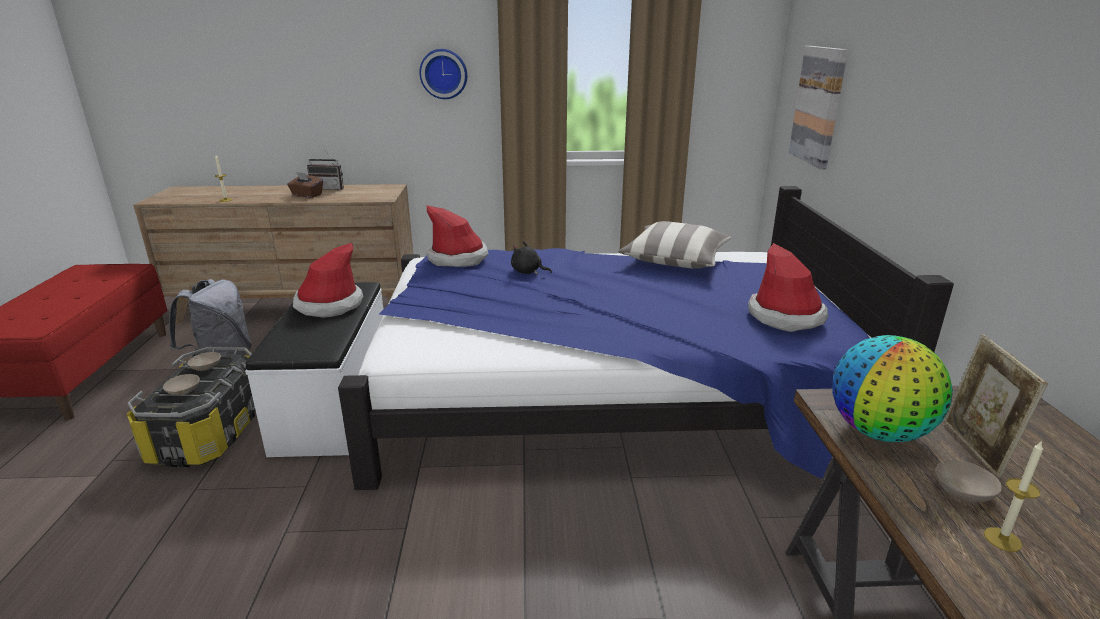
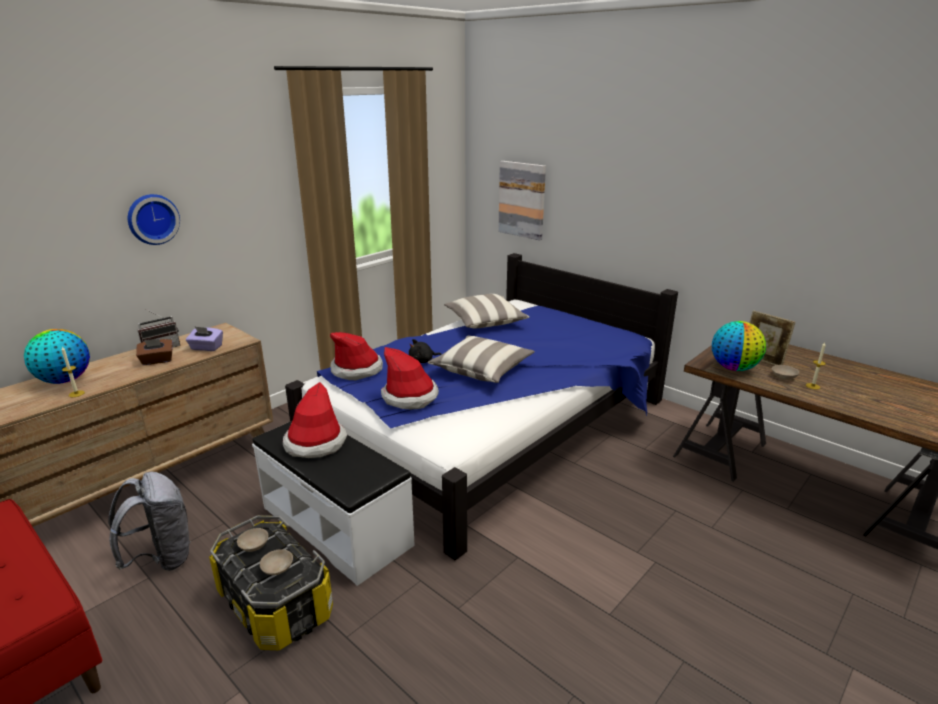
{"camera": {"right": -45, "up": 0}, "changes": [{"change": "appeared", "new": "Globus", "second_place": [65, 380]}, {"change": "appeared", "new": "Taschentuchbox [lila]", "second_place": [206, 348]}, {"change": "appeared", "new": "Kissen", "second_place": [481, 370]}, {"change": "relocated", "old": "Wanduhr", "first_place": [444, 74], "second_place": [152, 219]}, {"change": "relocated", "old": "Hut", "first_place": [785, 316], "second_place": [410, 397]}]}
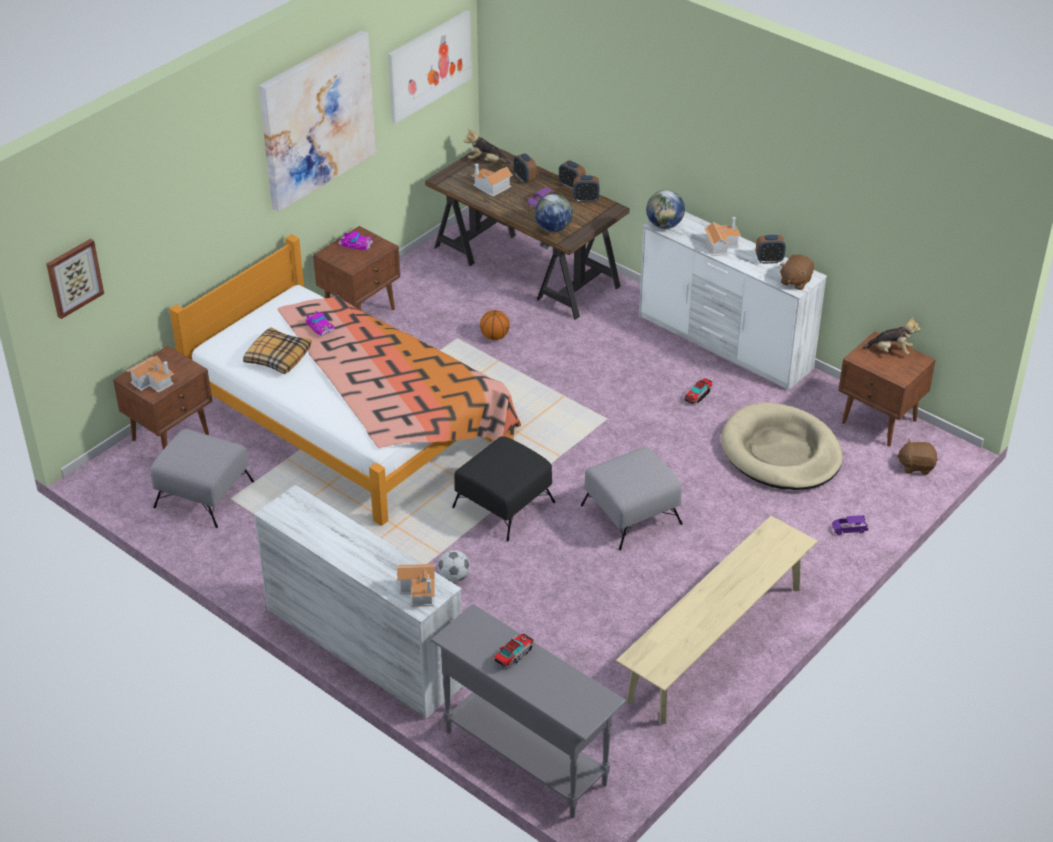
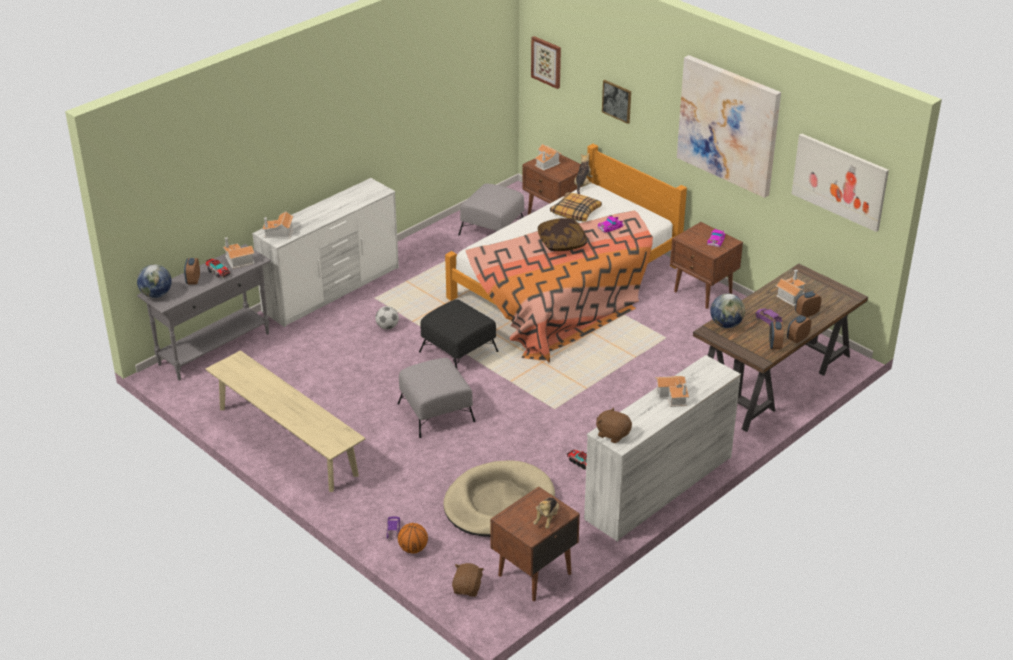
{"camera": {"right": 95, "up": -5}, "changes": [{"change": "appeared", "new": "Spielzeughaus", "second_place": [237, 260]}, {"change": "appeared", "new": "Kissen", "second_place": [562, 243]}, {"change": "appeared", "new": "Bild", "second_place": [617, 101]}, {"change": "relocated", "old": "Plüschtier", "first_place": [486, 161], "second_place": [582, 185]}, {"change": "relocated", "old": "Basketball", "first_place": [495, 337], "second_place": [413, 549]}, {"change": "relocated", "old": "Globus", "first_place": [664, 225], "second_place": [156, 295]}, {"change": "relocated", "old": "Wecker", "first_place": [769, 260], "second_place": [193, 280]}]}
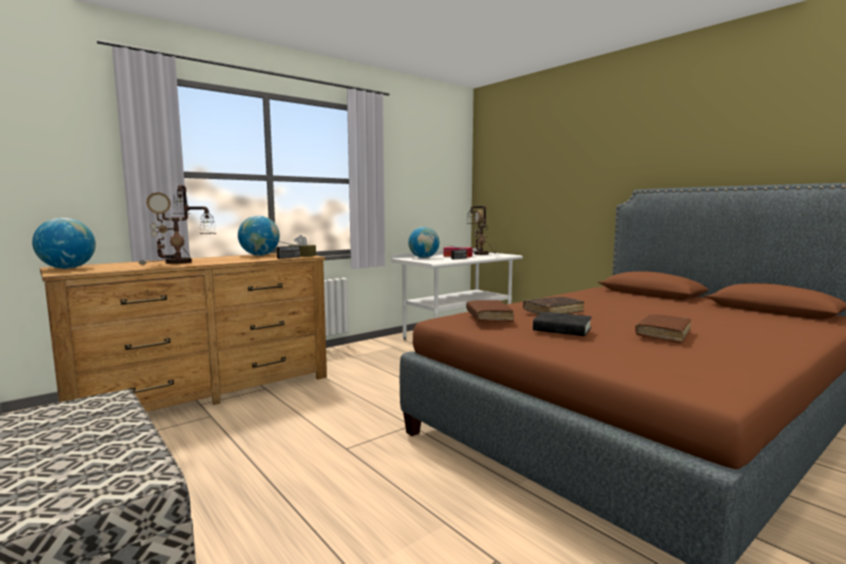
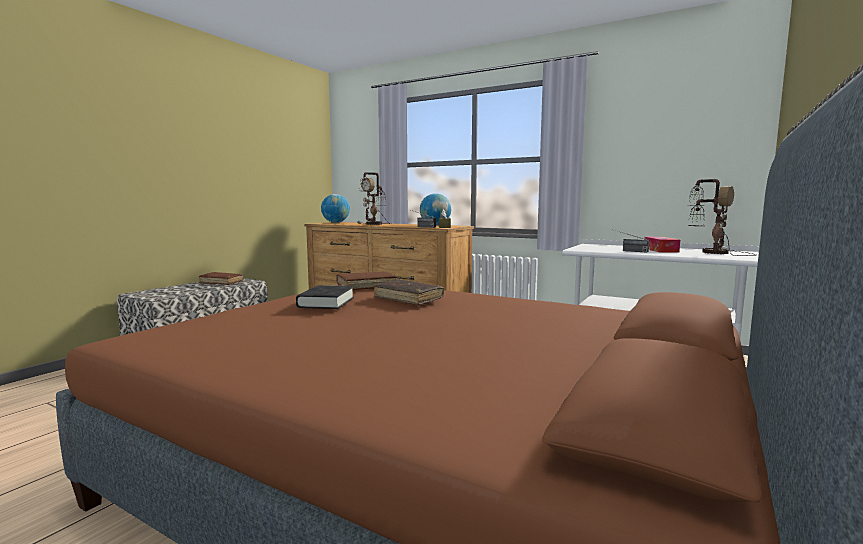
{"camera": {"right": 70, "up": 0}, "changes": [{"change": "missing", "old": "Globus", "first_place": [423, 257]}, {"change": "relocated", "old": "Buch [braun]", "first_place": [663, 334], "second_place": [221, 282]}]}
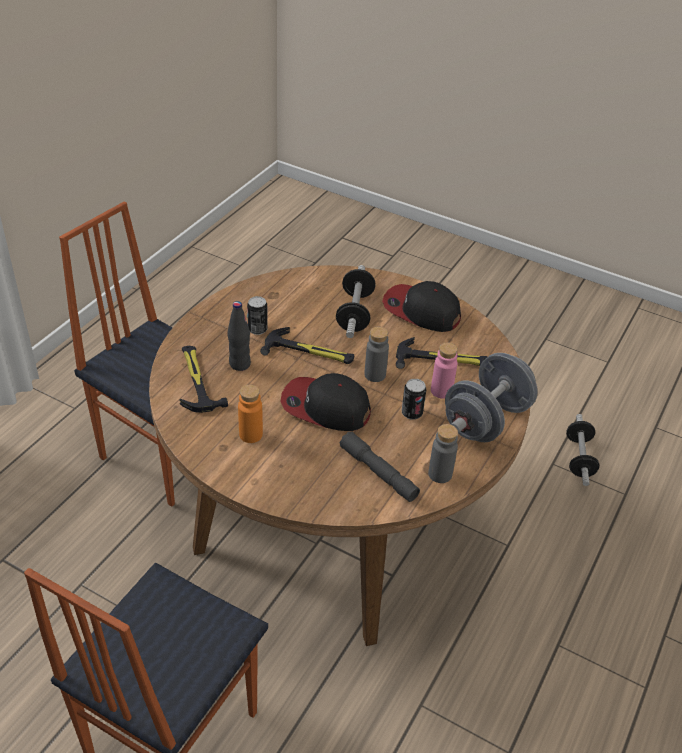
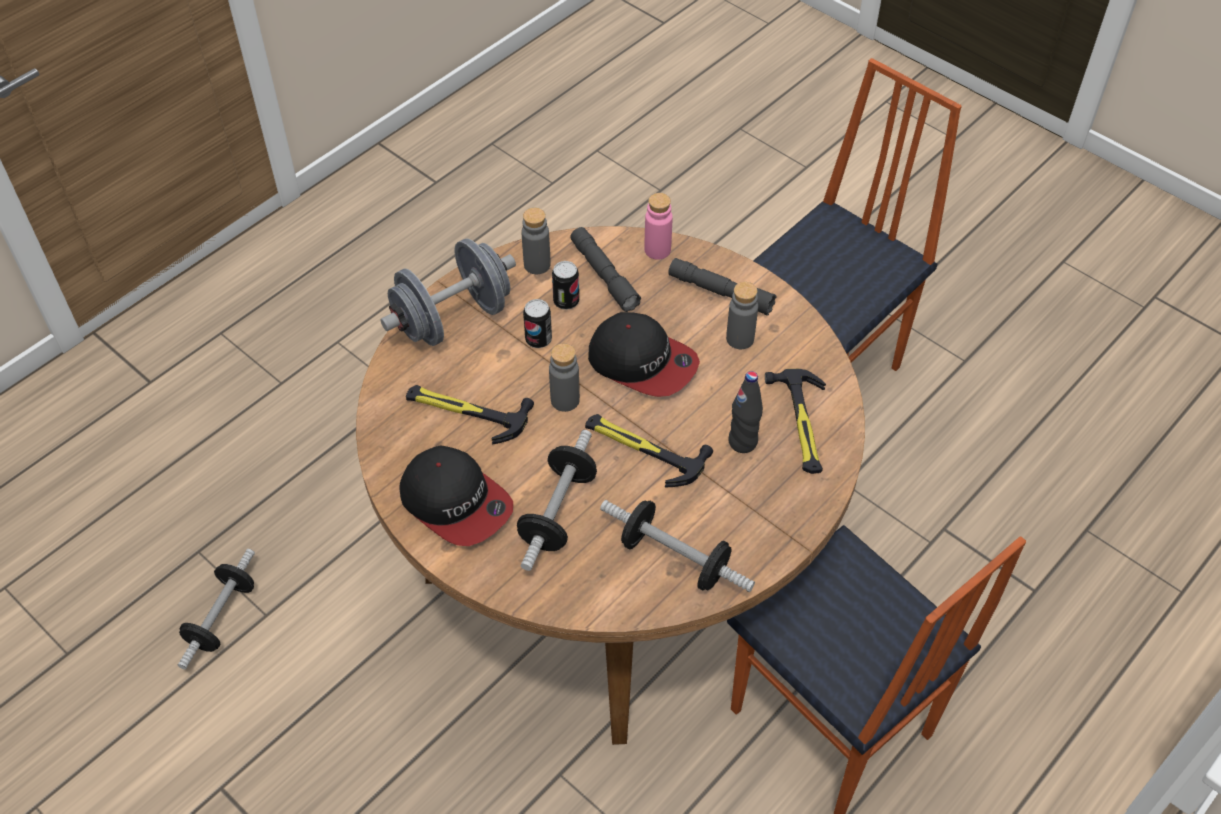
{"camera": {"right": -165, "up": 10}, "changes": [{"change": "appeared", "new": "Hantel", "second_place": [675, 559]}, {"change": "appeared", "new": "Taschenlampe [grau]", "second_place": [720, 293]}, {"change": "relocated", "old": "Dose", "first_place": [257, 329], "second_place": [566, 301]}, {"change": "relocated", "old": "Flasche [rosa]", "first_place": [441, 391], "second_place": [657, 250]}, {"change": "colour", "old": "Flasche [orange]", "new": "Flasche [grau]", "first_place": [251, 434], "second_place": [740, 339]}]}
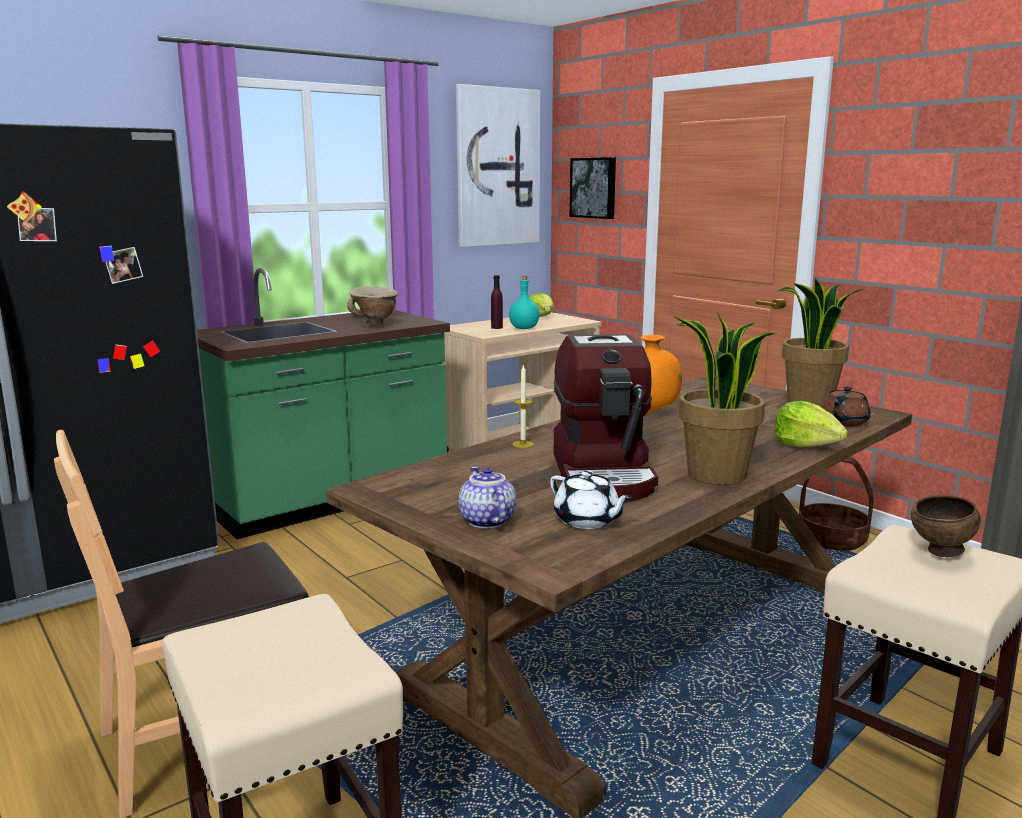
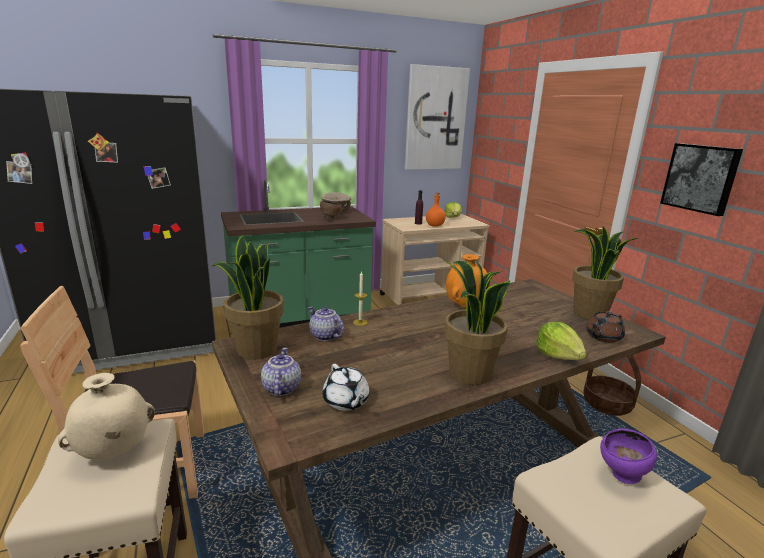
{"camera": {"right": 15, "up": 5}, "changes": [{"change": "missing", "old": "Kaffeemaschine", "first_place": [605, 474]}, {"change": "appeared", "new": "Vase [beige]", "second_place": [113, 452]}, {"change": "appeared", "new": "Topfpflanze", "second_place": [256, 349]}, {"change": "appeared", "new": "Teekanne", "second_place": [324, 336]}, {"change": "relocated", "old": "Bild", "first_place": [594, 188], "second_place": [701, 178]}, {"change": "colour", "old": "Flasche [türkis]", "new": "Flasche [orange]", "first_place": [524, 328], "second_place": [435, 226]}, {"change": "colour", "old": "Schüssel [braun]", "new": "Schüssel [lila]", "first_place": [941, 553], "second_place": [622, 476]}]}
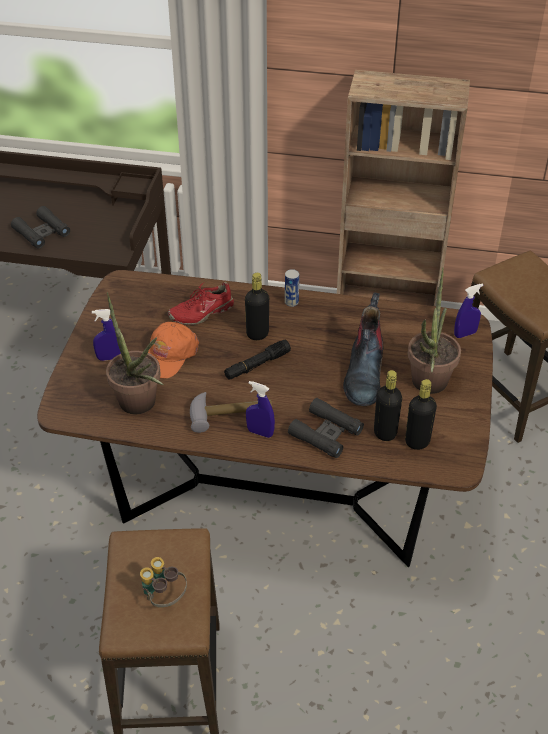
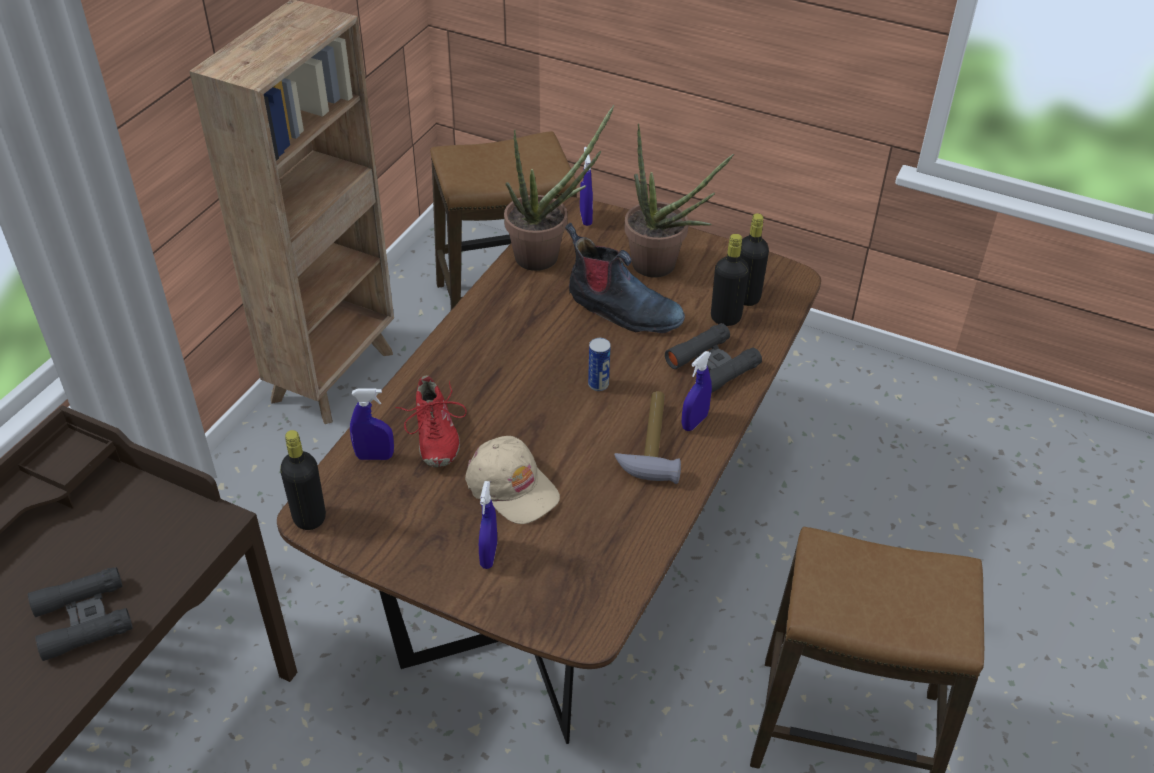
{"camera": {"right": -75, "up": 0}, "changes": [{"change": "missing", "old": "Fernglas", "first_place": [164, 598]}, {"change": "missing", "old": "Taschenlampe [schwarz]", "first_place": [257, 365]}, {"change": "appeared", "new": "Sprühflasche [blau]", "second_place": [375, 456]}, {"change": "relocated", "old": "Topfpflanze", "first_place": [141, 407], "second_place": [546, 255]}, {"change": "relocated", "old": "Flasche [schwarz]", "first_place": [257, 334], "second_place": [309, 518]}, {"change": "relocated", "old": "Dose", "first_place": [291, 302], "second_place": [598, 384]}, {"change": "colour", "old": "Kappe [orange]", "new": "Kappe [beige]", "first_place": [168, 355], "second_place": [512, 487]}]}
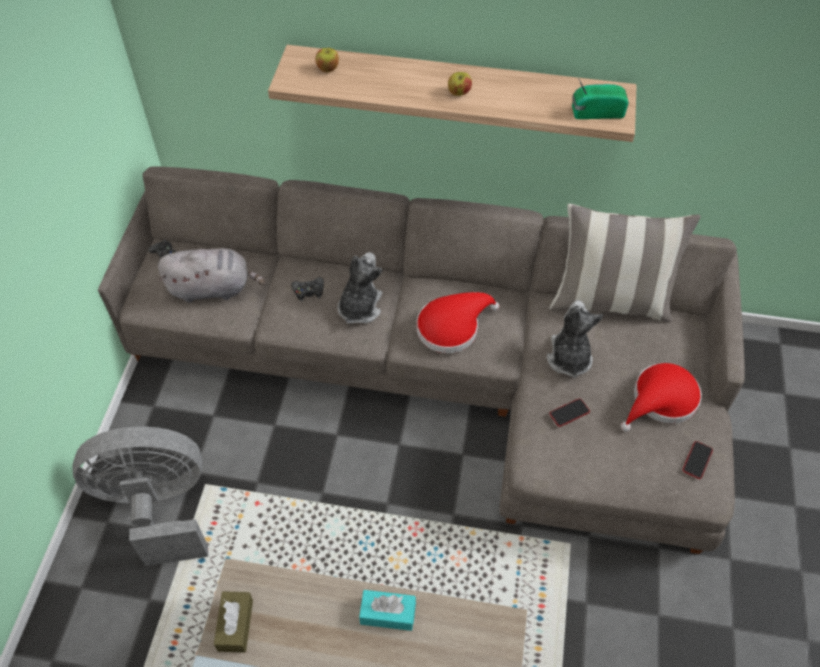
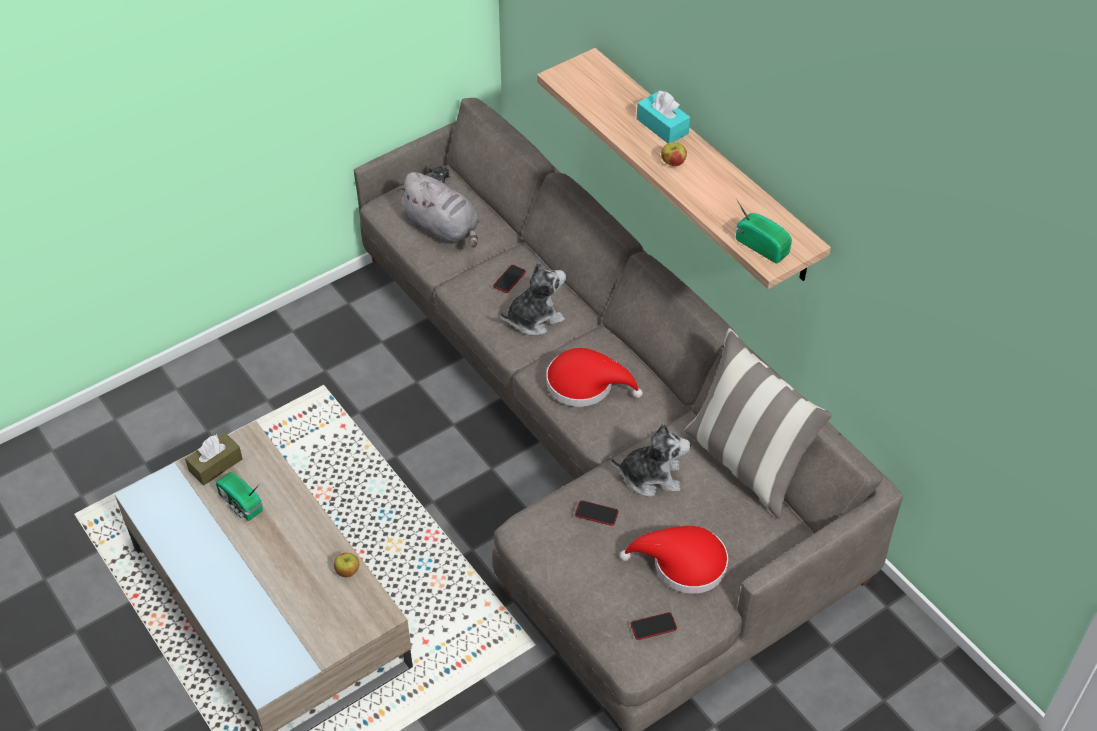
{"camera": {"right": 45, "up": -5}, "changes": [{"change": "missing", "old": "Ventilator [grau]", "first_place": [157, 507]}, {"change": "appeared", "new": "Radio", "second_place": [241, 504]}, {"change": "relocated", "old": "Apfel", "first_place": [327, 69], "second_place": [347, 571]}, {"change": "relocated", "old": "Taschentuchbox [türkis]", "first_place": [387, 613], "second_place": [662, 126]}, {"change": "exchanged", "old": "Gamepad [schwarz]", "new": "Handy", "first_place": [308, 291], "second_place": [509, 279]}, {"change": "spun", "old": "Plüschtier", "first_place": [568, 357], "second_place": [650, 476], "degrees": 45}]}
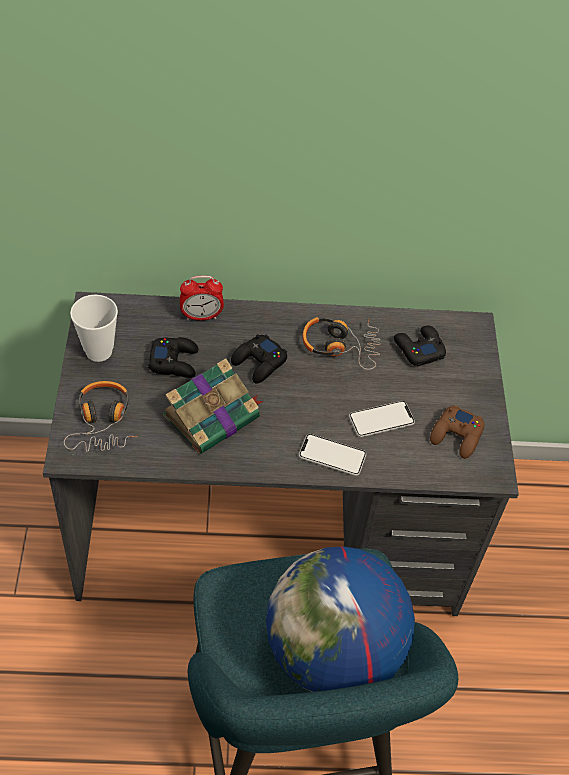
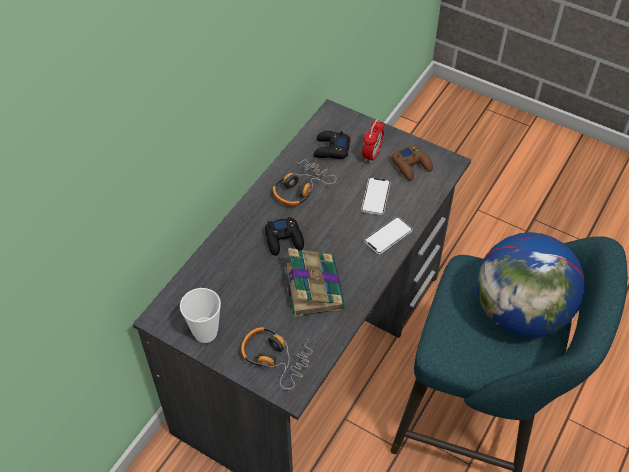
{"camera": {"right": -55, "up": 0}, "changes": [{"change": "missing", "old": "Gamepad [schwarz]", "first_place": [174, 361]}, {"change": "relocated", "old": "Wecker", "first_place": [201, 316], "second_place": [372, 155]}]}
